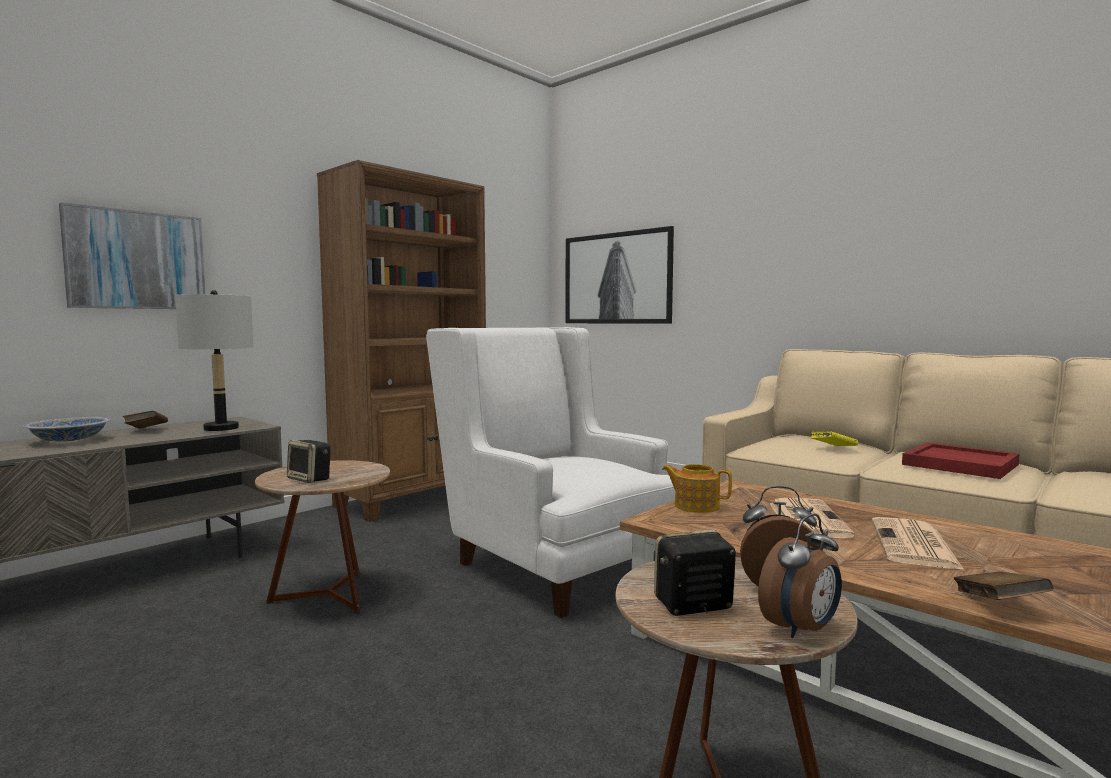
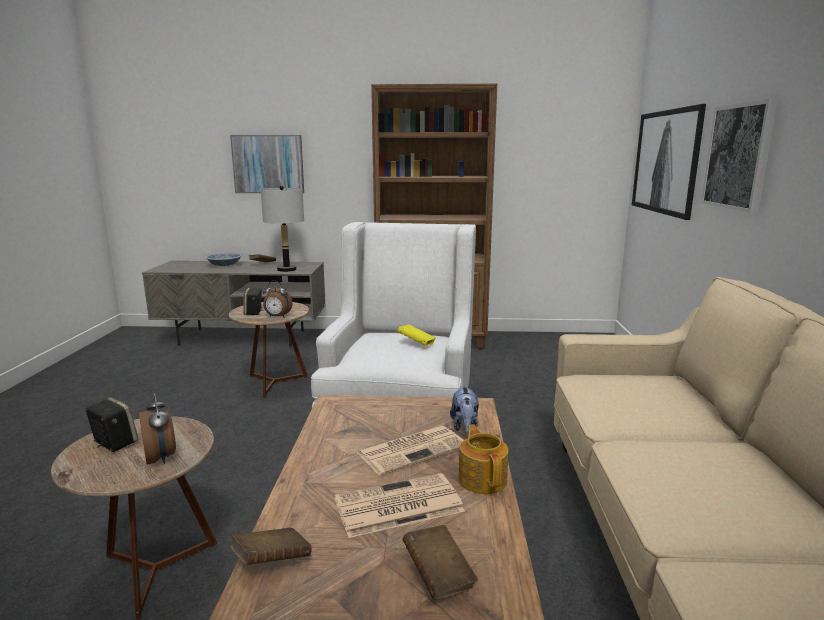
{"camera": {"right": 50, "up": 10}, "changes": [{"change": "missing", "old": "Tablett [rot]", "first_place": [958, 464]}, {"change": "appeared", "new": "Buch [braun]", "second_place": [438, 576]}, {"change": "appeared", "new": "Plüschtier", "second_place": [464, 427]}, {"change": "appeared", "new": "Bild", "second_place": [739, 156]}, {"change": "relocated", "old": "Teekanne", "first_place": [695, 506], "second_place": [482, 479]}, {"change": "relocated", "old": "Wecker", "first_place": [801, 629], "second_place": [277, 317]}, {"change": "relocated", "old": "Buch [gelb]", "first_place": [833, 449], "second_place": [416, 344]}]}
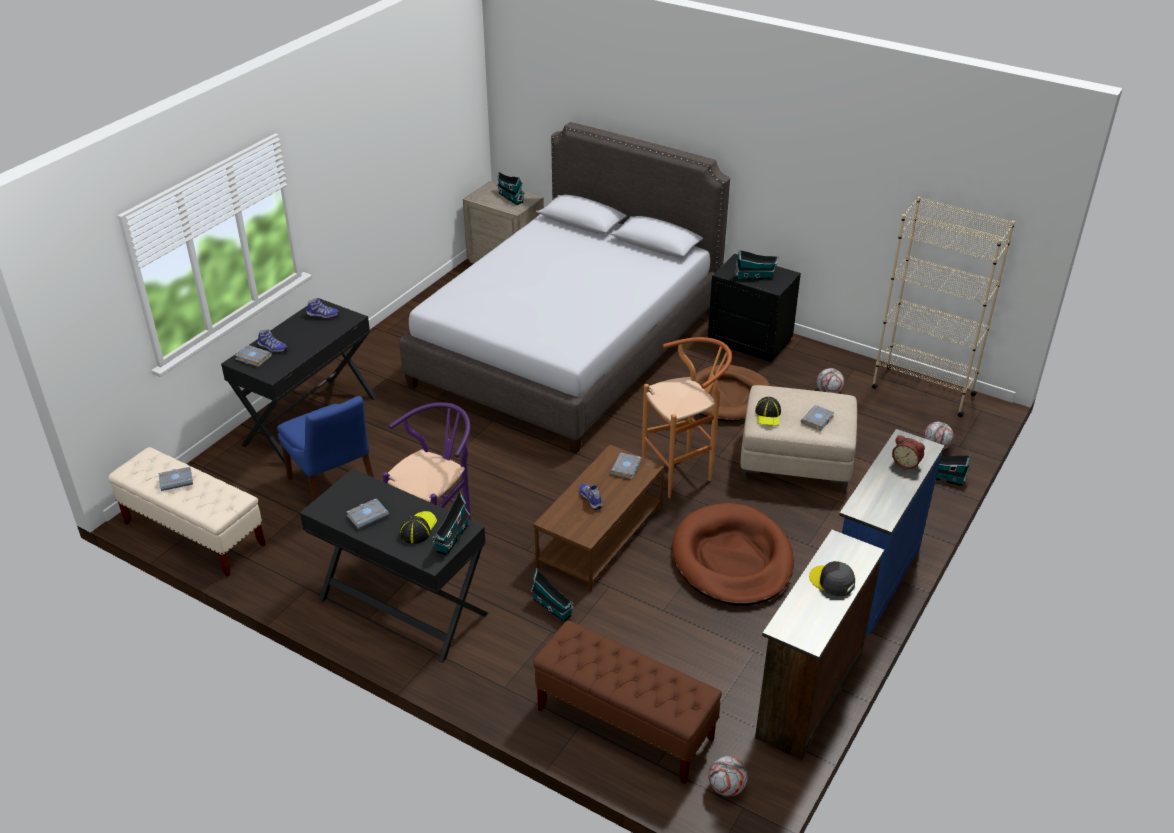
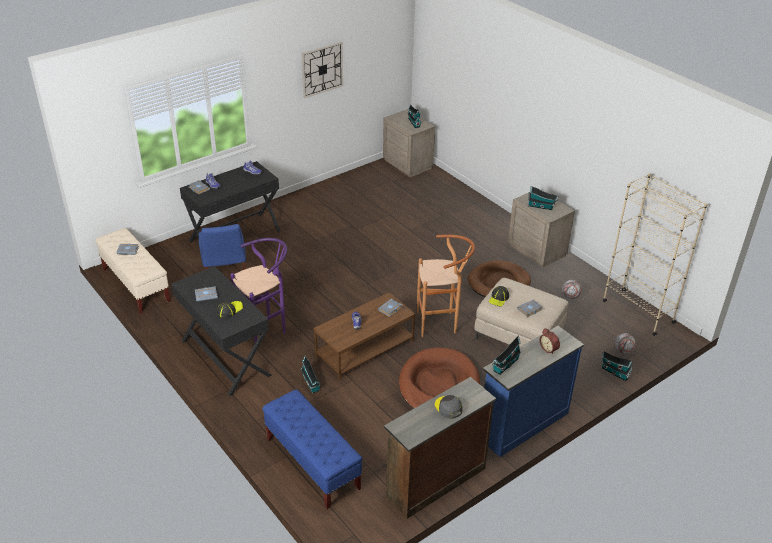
{"camera": {"right": 20, "up": 0}, "changes": [{"change": "missing", "old": "Bett [grau]", "first_place": [567, 348]}, {"change": "missing", "old": "Fußball", "first_place": [726, 788]}, {"change": "appeared", "new": "Wanduhr", "second_place": [322, 69]}, {"change": "relocated", "old": "Spielzeughaus", "first_place": [451, 539], "second_place": [505, 365]}, {"change": "colour", "old": "Bank [braun]", "new": "Bank [blau]", "first_place": [624, 725], "second_place": [312, 464]}, {"change": "colour", "old": "Nachttisch [schwarz]", "new": "Nachttisch [beige]", "first_place": [750, 340], "second_place": [537, 250]}]}
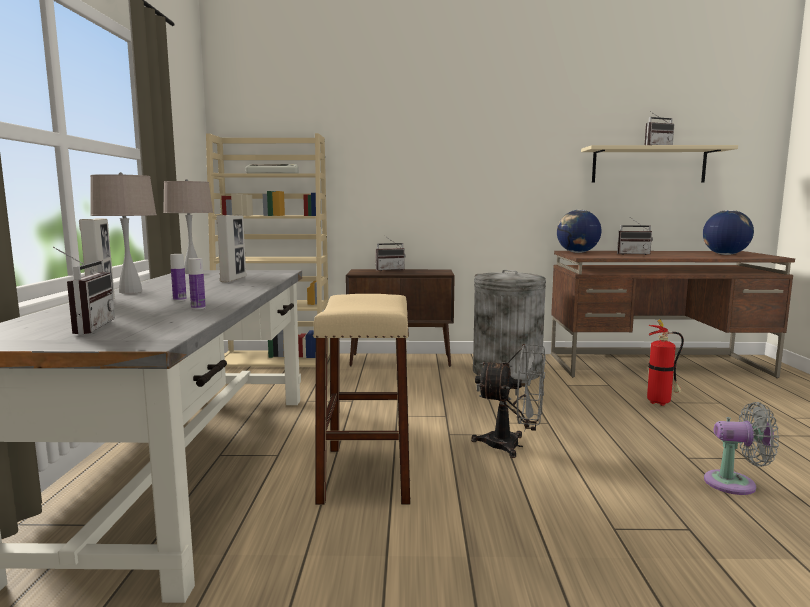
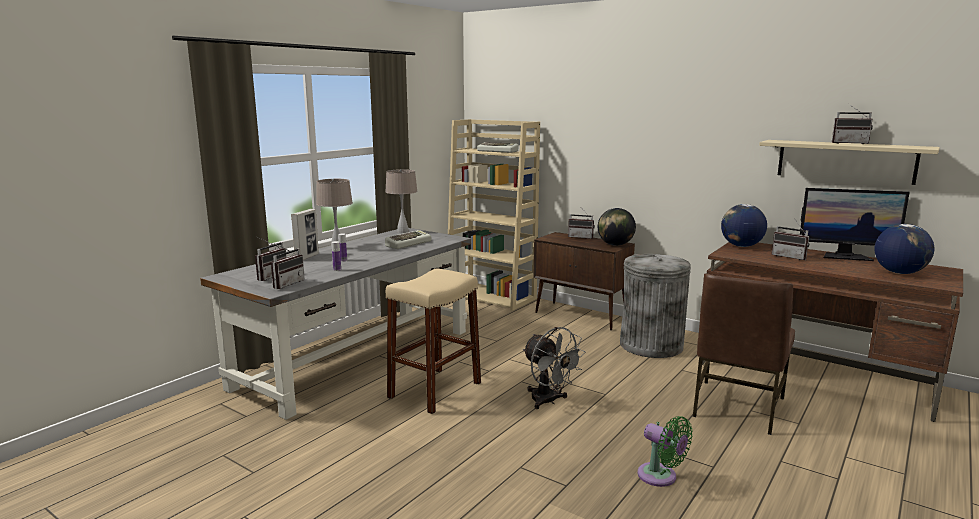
{"camera": {"right": 35, "up": 5}, "changes": [{"change": "appeared", "new": "Radio", "second_place": [286, 284]}, {"change": "appeared", "new": "Globus", "second_place": [615, 245]}, {"change": "appeared", "new": "Monitor", "second_place": [845, 256]}, {"change": "exchanged", "old": "Bilderrahmen", "new": "Tastatur", "first_place": [233, 279], "second_place": [408, 243]}, {"change": "exchanged", "old": "Feuerlöscher", "new": "Stuhl [braun]", "first_place": [661, 403], "second_place": [736, 407]}, {"change": "colour", "old": "Ventilator [grau]", "new": "Ventilator [grün]", "first_place": [735, 484], "second_place": [660, 477]}]}
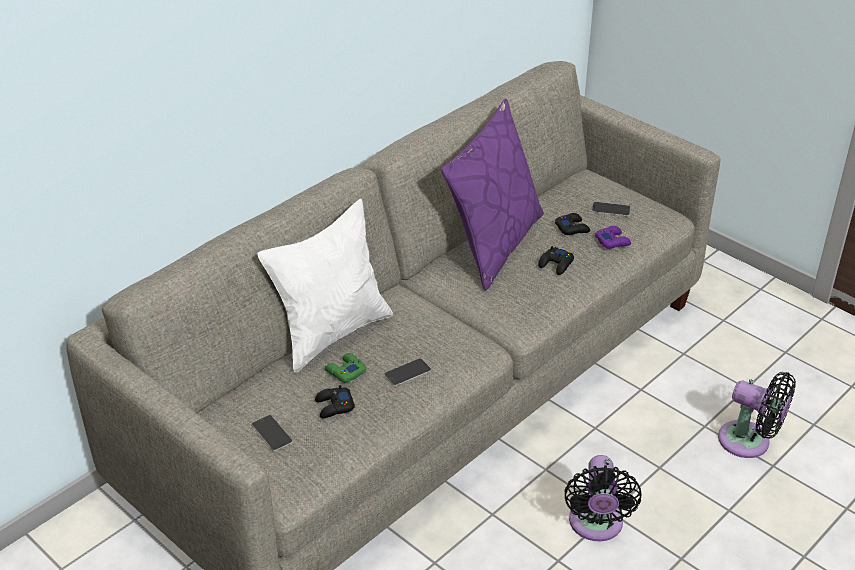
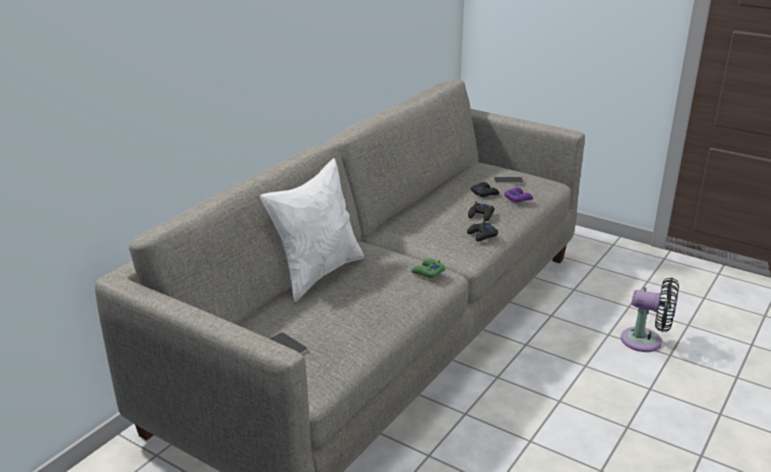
{"camera": {"right": -10, "up": -10}, "changes": [{"change": "missing", "old": "Handy", "first_place": [407, 372]}, {"change": "missing", "old": "Kissen [lila]", "first_place": [493, 244]}, {"change": "missing", "old": "Ventilator [schwarz]", "first_place": [596, 525]}, {"change": "relocated", "old": "Gamepad [schwarz]", "first_place": [334, 406], "second_place": [482, 235]}, {"change": "relocated", "old": "Gamepad [grün]", "first_place": [345, 371], "second_place": [427, 272]}]}
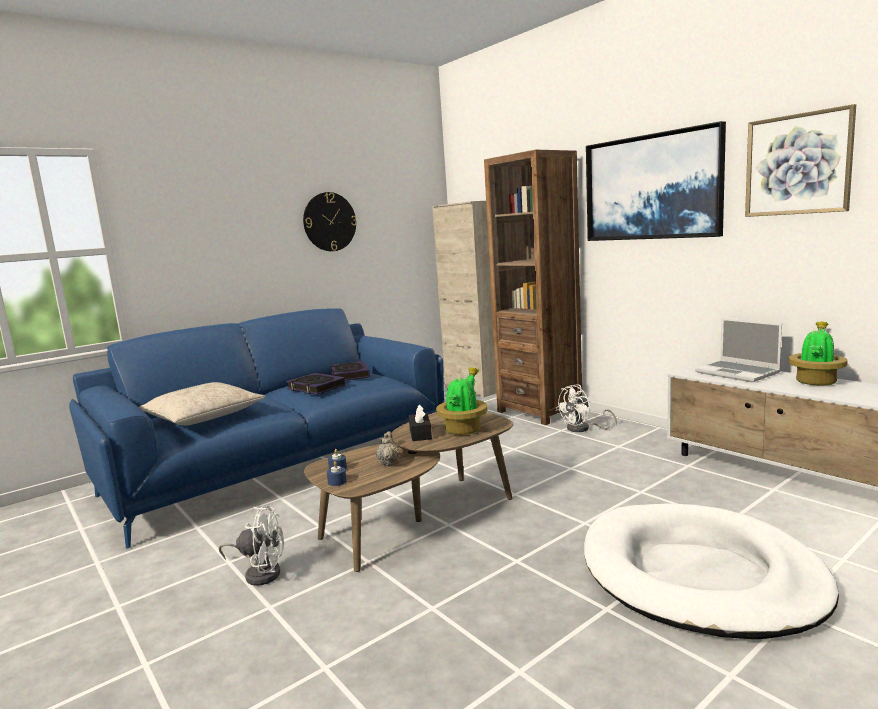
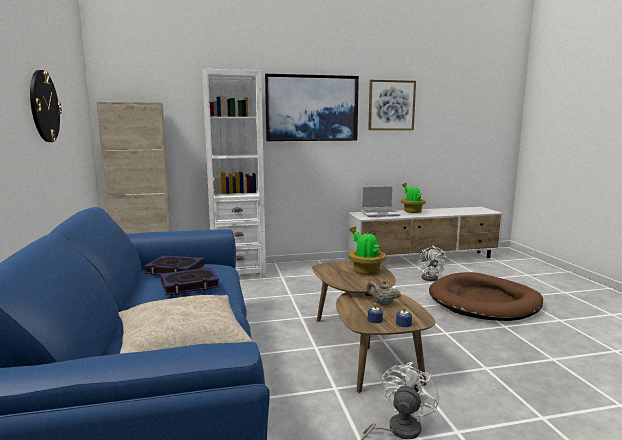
{"camera": {"right": -65, "up": 0}, "changes": [{"change": "missing", "old": "Taschentuchbox [schwarz]", "first_place": [420, 434]}, {"change": "relocated", "old": "Ventilator [weiß]", "first_place": [583, 429], "second_place": [431, 277]}, {"change": "colour", "old": "Bücherregal [braun]", "new": "Bücherregal [weiß]", "first_place": [539, 411], "second_place": [238, 272]}, {"change": "colour", "old": "Hundebett [weiß]", "new": "Hundebett [braun]", "first_place": [700, 575], "second_place": [484, 301]}]}
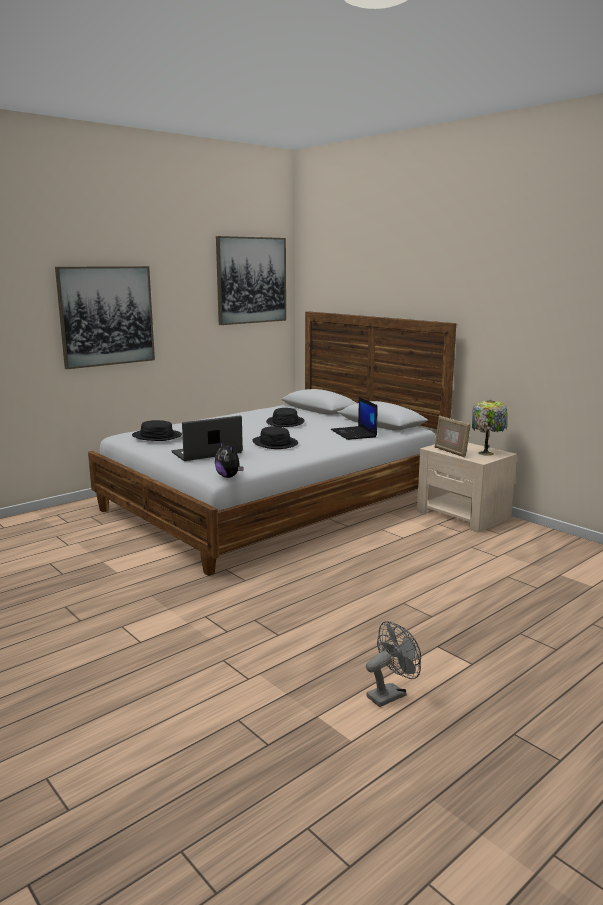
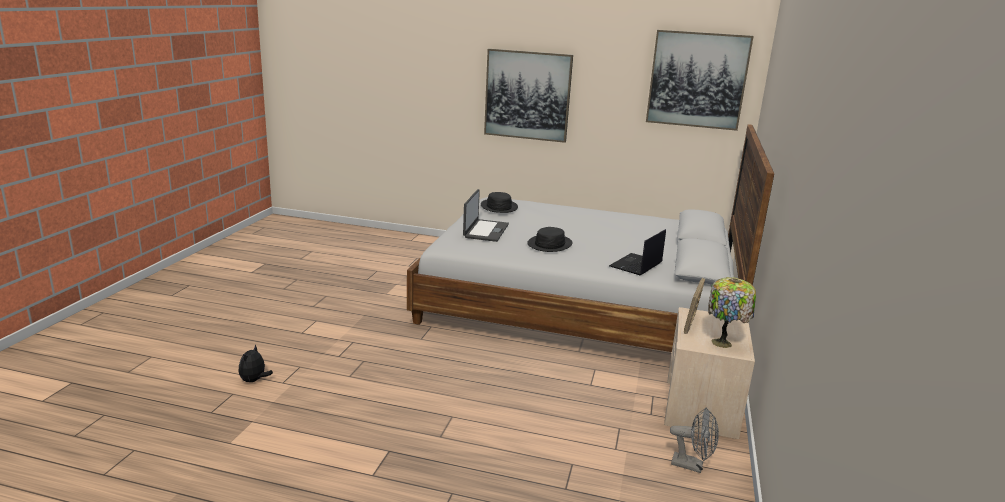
{"camera": {"right": 55, "up": 5}, "changes": [{"change": "missing", "old": "Hut [schwarz]", "first_place": [285, 422]}, {"change": "relocated", "old": "Plüschtier", "first_place": [229, 476], "second_place": [254, 380]}, {"change": "relocated", "old": "Ventilator [grau]", "first_place": [391, 694], "second_place": [692, 465]}, {"change": "spun", "old": "Laptop", "first_place": [207, 453], "second_place": [485, 231], "degrees": 75}]}
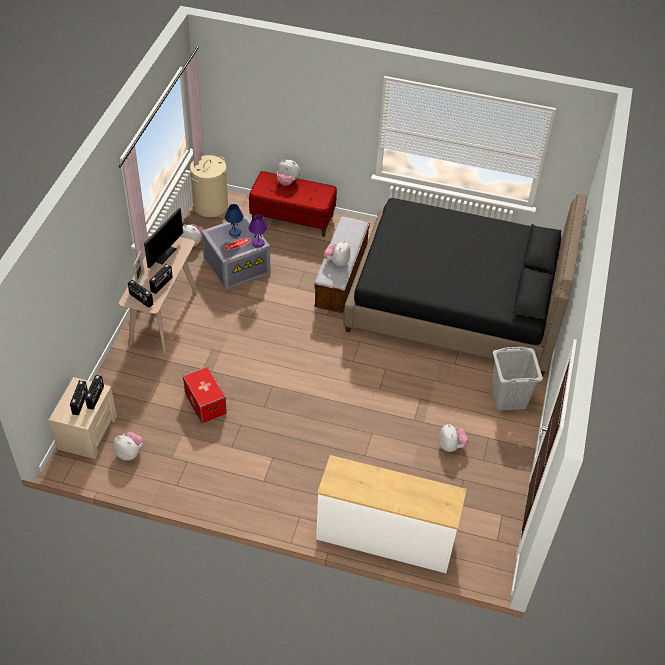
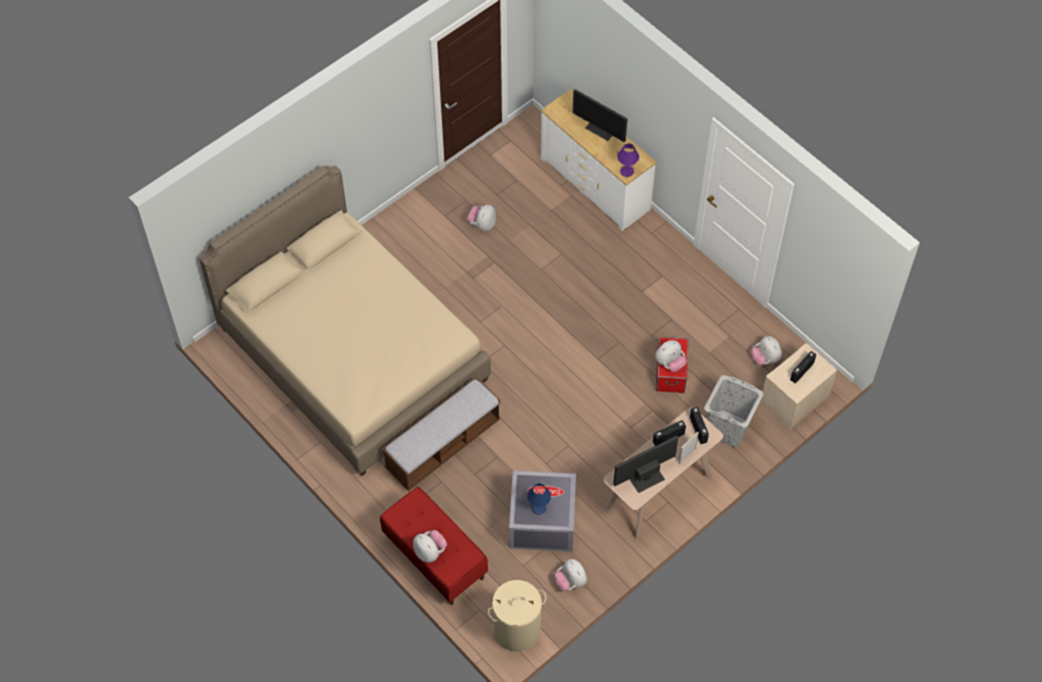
{"camera": {"right": -145, "up": 10}, "changes": [{"change": "missing", "old": "Radio", "first_place": [96, 397]}, {"change": "appeared", "new": "Monitor", "second_place": [601, 129]}, {"change": "relocated", "old": "Tischlampe [lila]", "first_place": [258, 243], "second_place": [626, 171]}, {"change": "relocated", "old": "Plüschtier", "first_place": [337, 262], "second_place": [669, 363]}, {"change": "relocated", "old": "Wäschekorb [grau]", "first_place": [509, 397], "second_place": [727, 428]}, {"change": "colour", "old": "Bett [schwarz]", "new": "Bett [beige]", "first_place": [456, 303], "second_place": [353, 354]}]}
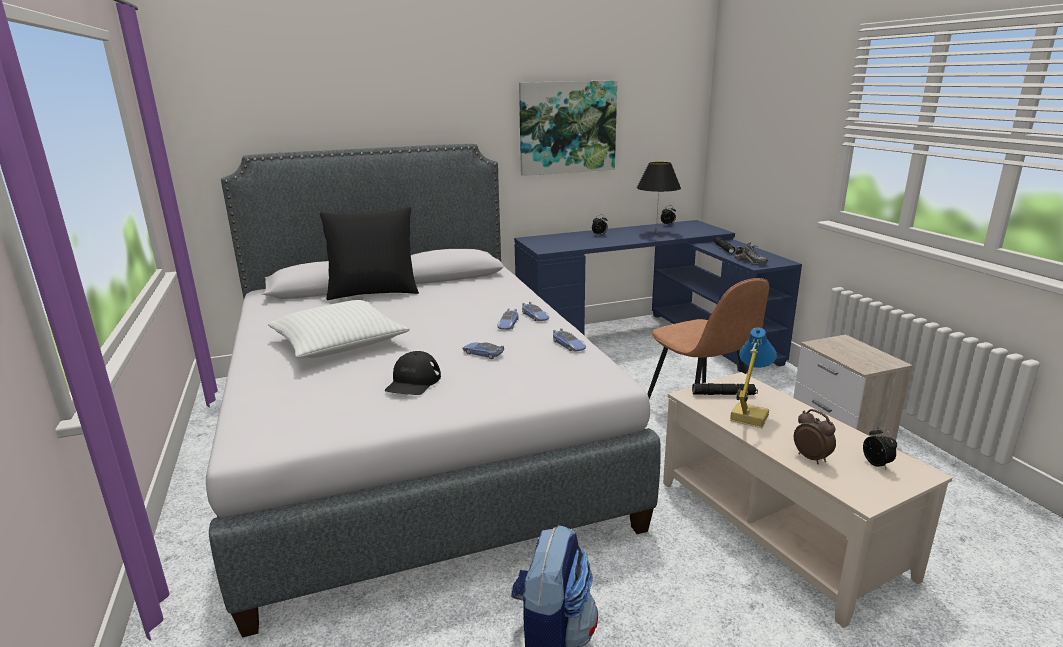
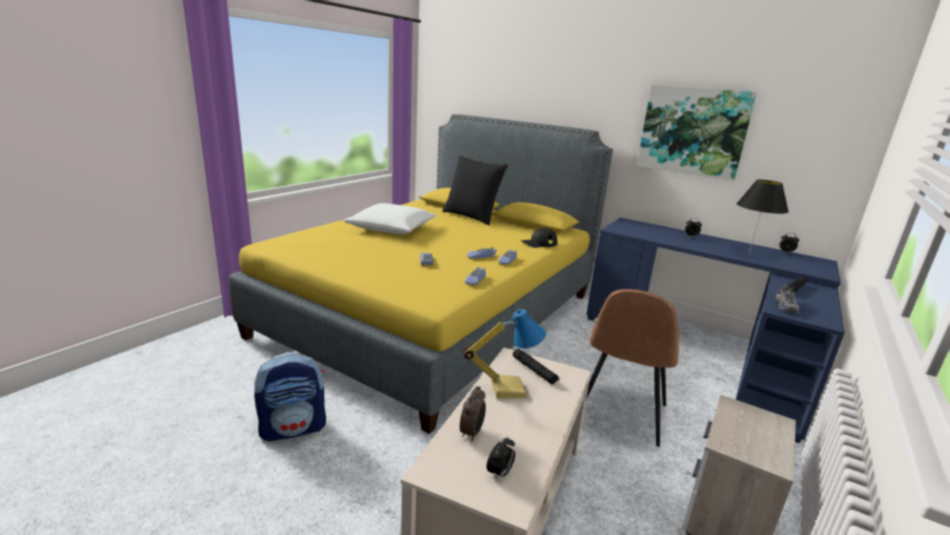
{"camera": {"right": 50, "up": 0}, "changes": [{"change": "relocated", "old": "Kappe [schwarz]", "first_place": [413, 382], "second_place": [539, 243]}, {"change": "colour", "old": "Bett [grau]", "new": "Bett [gelb]", "first_place": [414, 436], "second_place": [435, 314]}]}
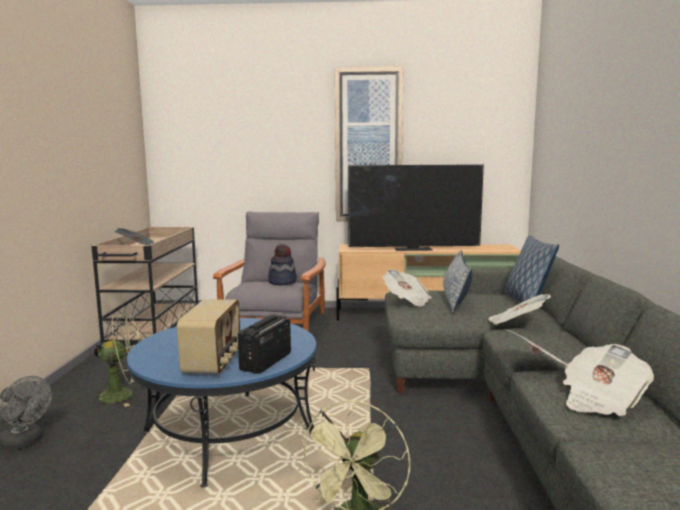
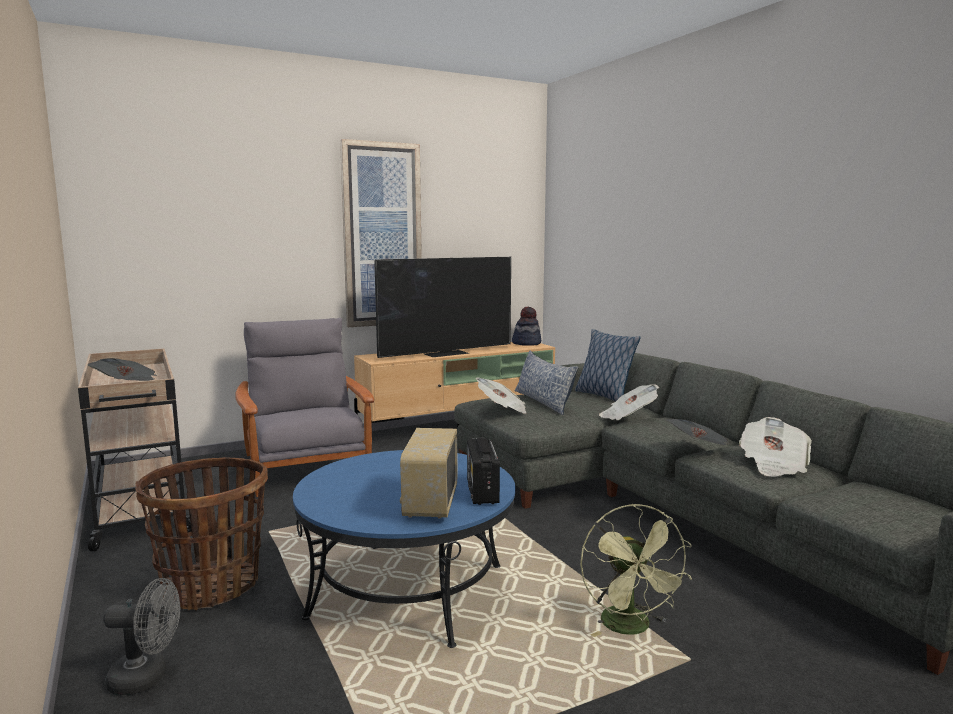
{"camera": {"right": -30, "up": 0}, "changes": [{"change": "relocated", "old": "Hut", "first_place": [282, 282], "second_place": [526, 343]}, {"change": "exchanged", "old": "Ventilator [grün]", "new": "Korb", "first_place": [124, 395], "second_place": [211, 586]}, {"change": "spun", "old": "Radio", "first_place": [214, 362], "second_place": [430, 503], "degrees": -150}]}
